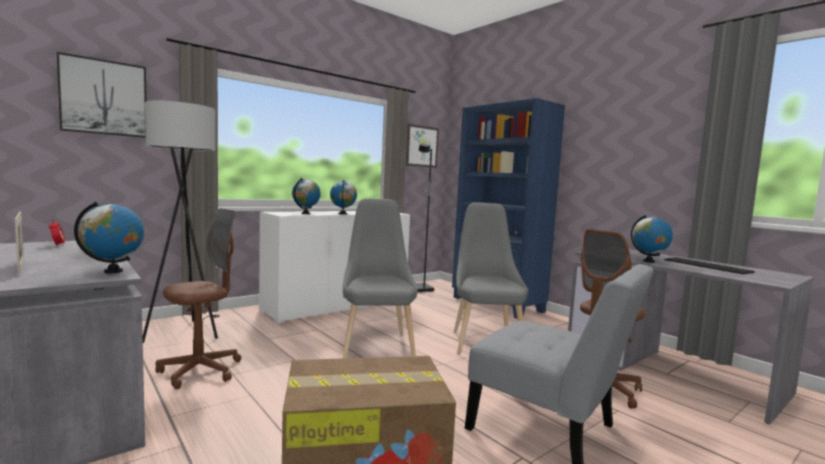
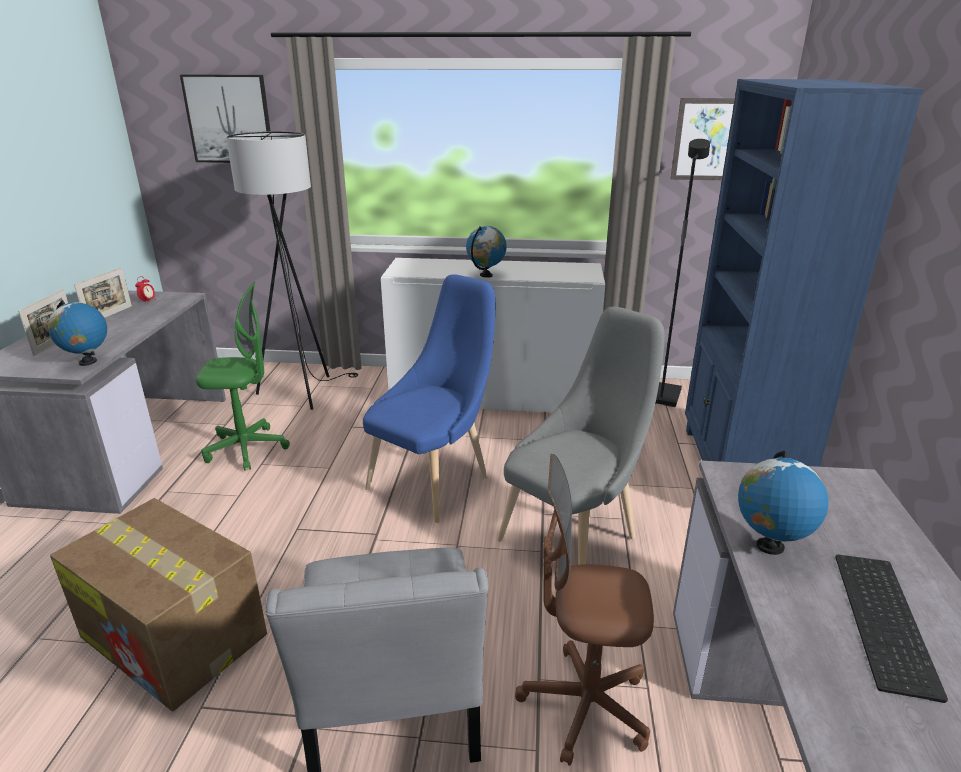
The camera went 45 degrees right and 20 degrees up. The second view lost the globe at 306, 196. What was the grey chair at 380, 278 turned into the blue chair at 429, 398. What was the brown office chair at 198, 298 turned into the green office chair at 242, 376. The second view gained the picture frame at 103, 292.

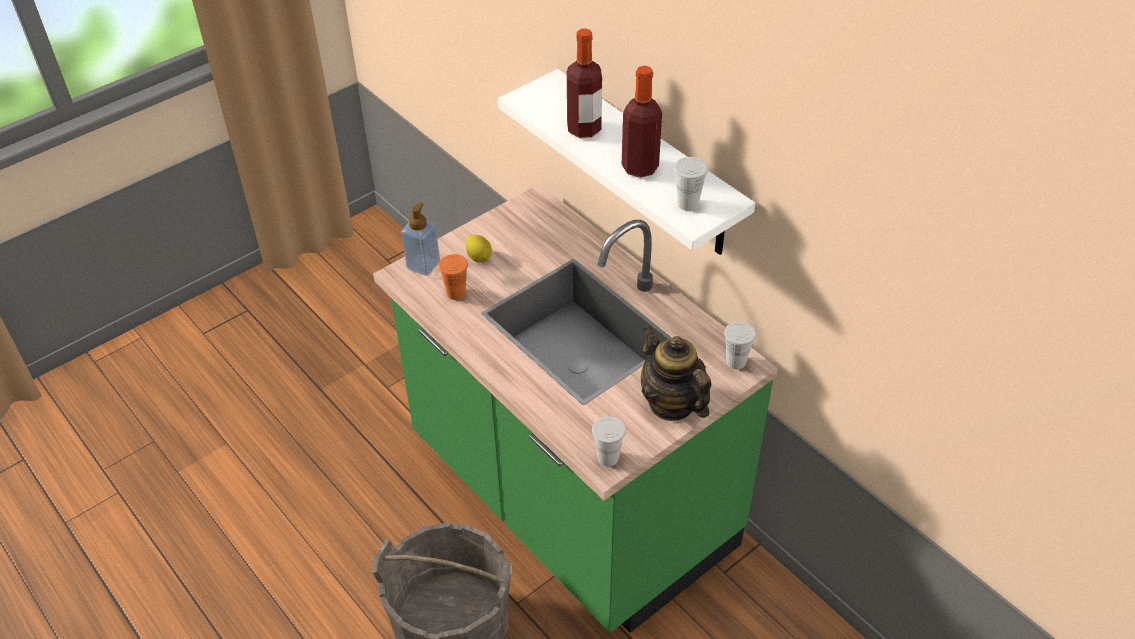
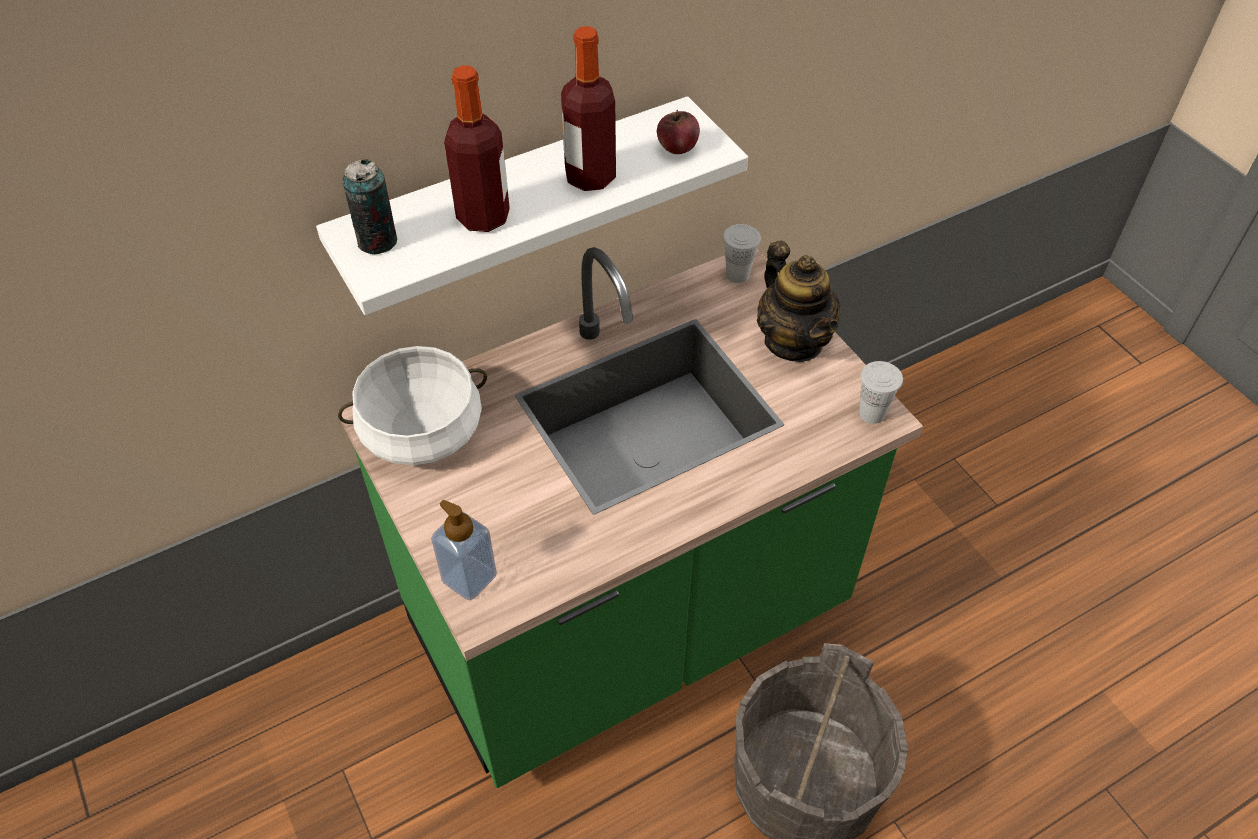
The camera went 80 degrees left and 5 degrees up. Where the white cup stood at 691, 184, the apple came to stand at 678, 132. The second view lost the lemon at 479, 248. The second view lost the orange cup at 453, 277. The teapot at 676, 373 ended up facing another way, 90 degrees counterclockwise from before. The second view gained the can at 370, 206. The second view gained the white cooking pot at 412, 405.

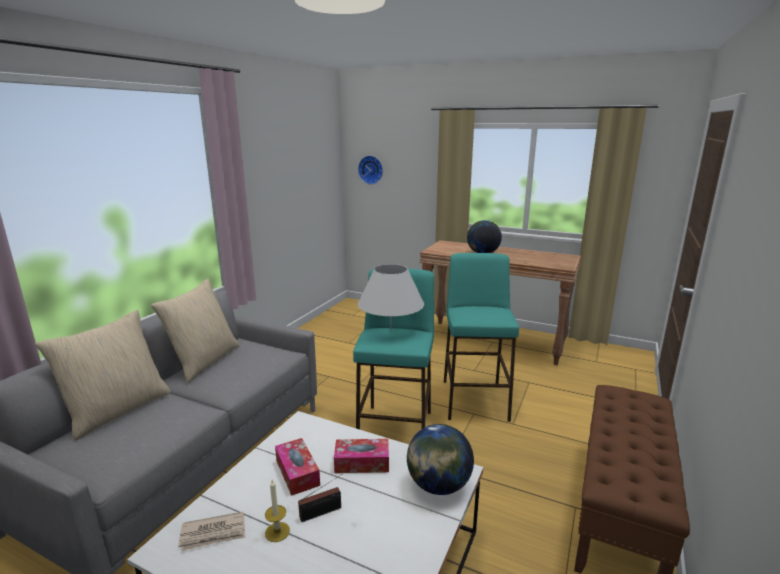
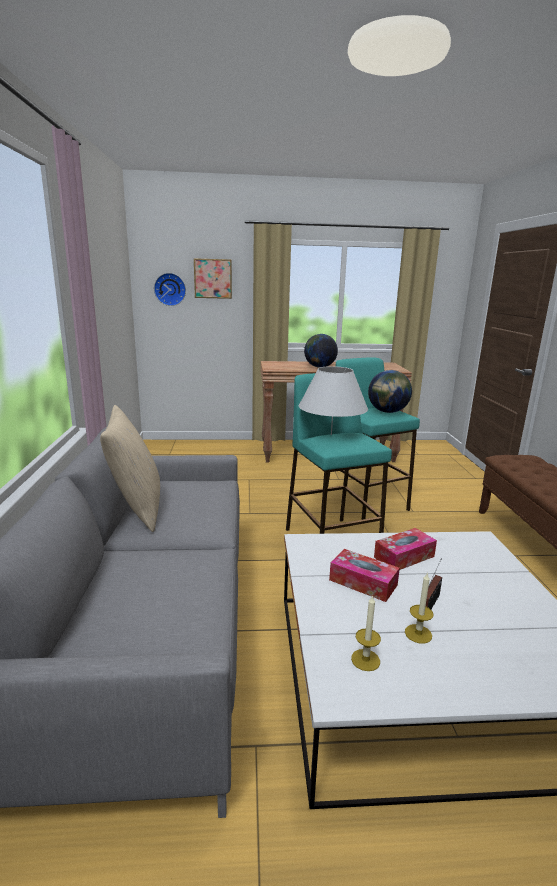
The camera went 30 degrees left and 0 degrees up. The second view lost the beige pillow at 103, 375. The globe ended up elsewhere, having gone from 440, 459 to 390, 391. Where the newspaper stood at 211, 531, the candle came to stand at 366, 633. The second view gained the picture at 213, 278.

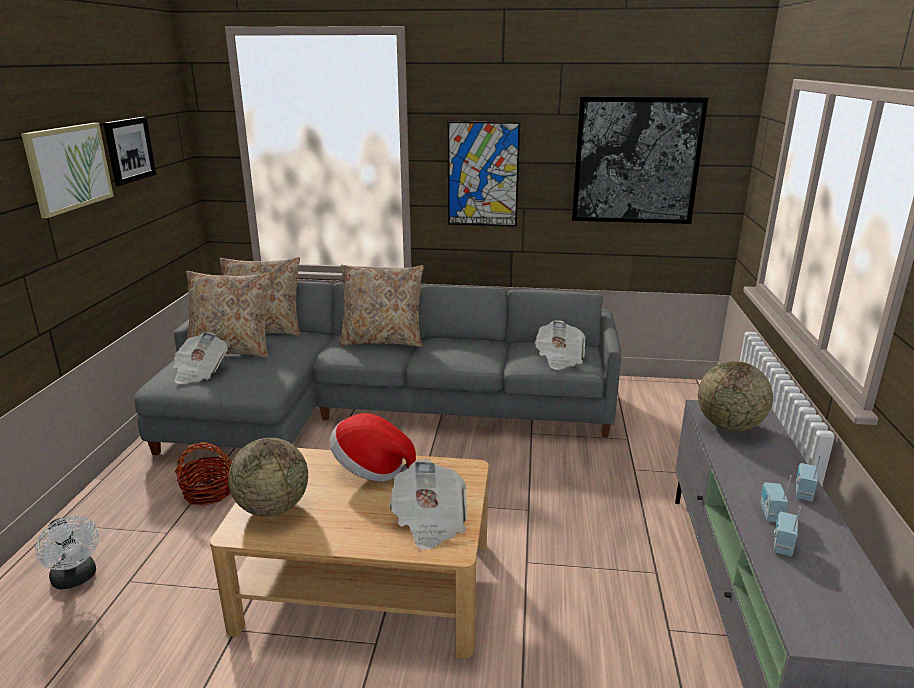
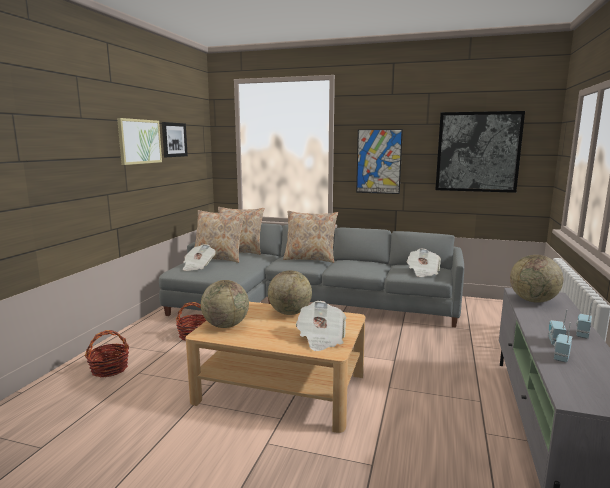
The camera went 10 degrees right and 10 degrees down. Where the hat stood at 373, 447, the globe came to stand at 290, 292. Where the white fan stood at 67, 552, the basket came to stand at 107, 353.

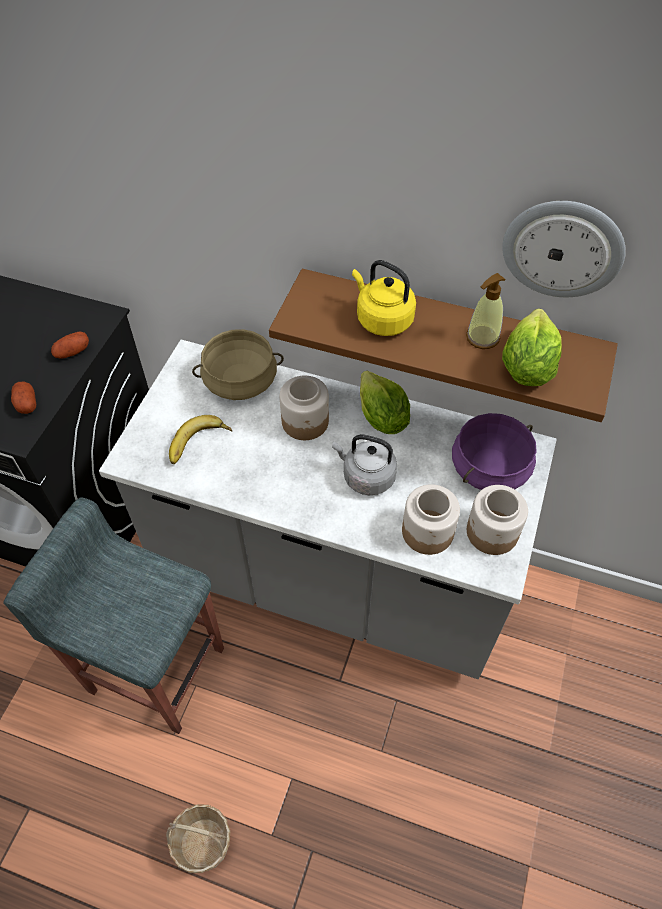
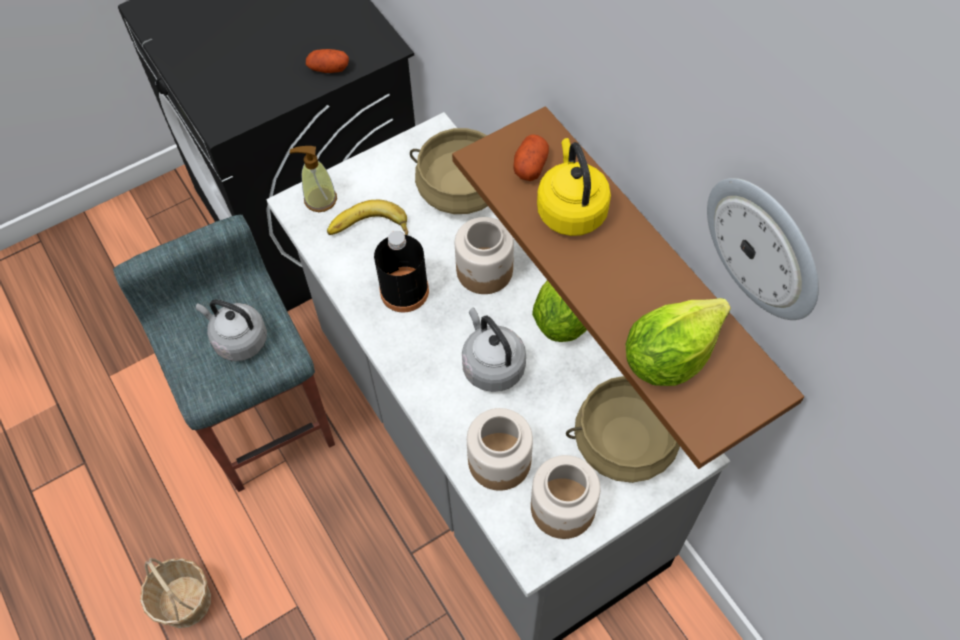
The camera went 40 degrees right and 5 degrees up. The soap dispenser ended up elsewhere, having gone from 486, 311 to 313, 179. The potato ended up elsewhere, having gone from 23, 398 to 531, 157. What was the purple cooking pot at 494, 451 turned into the beige cooking pot at 623, 429. The second view gained the black bottle at 401, 271. The second view gained the grey kettle at 231, 330.

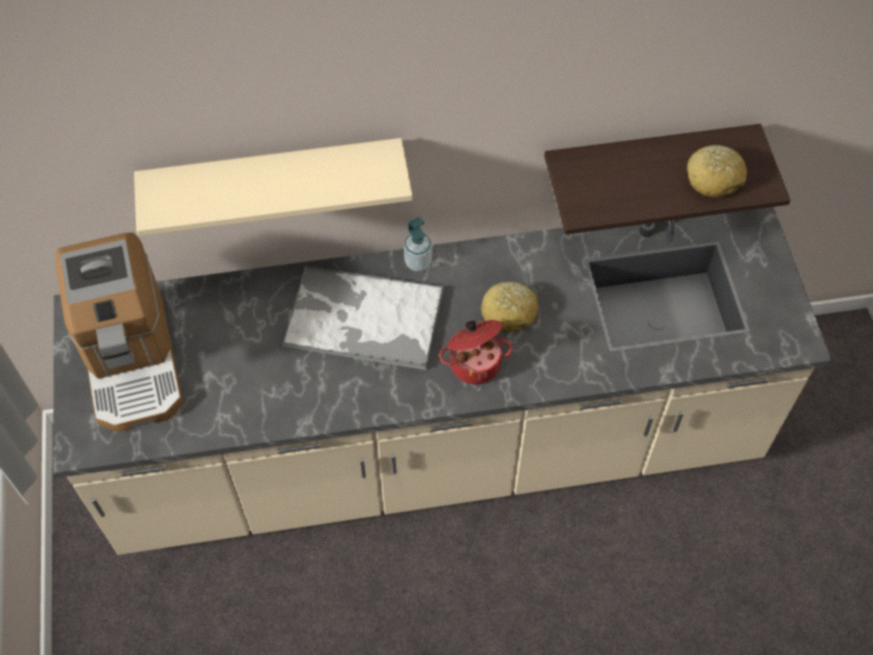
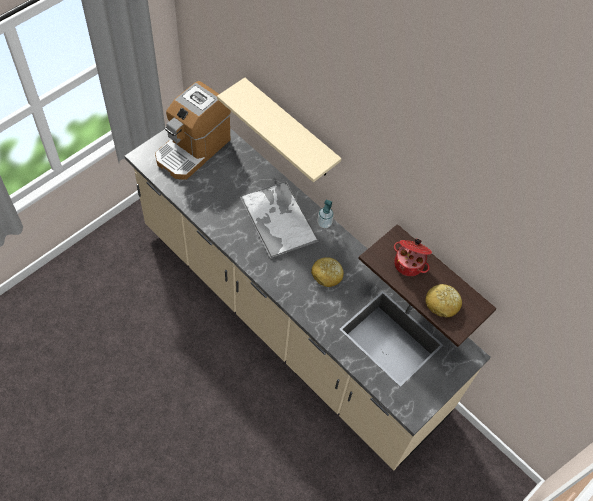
The camera went 50 degrees right and 0 degrees up. The cooking pot ended up elsewhere, having gone from 475, 352 to 413, 257.

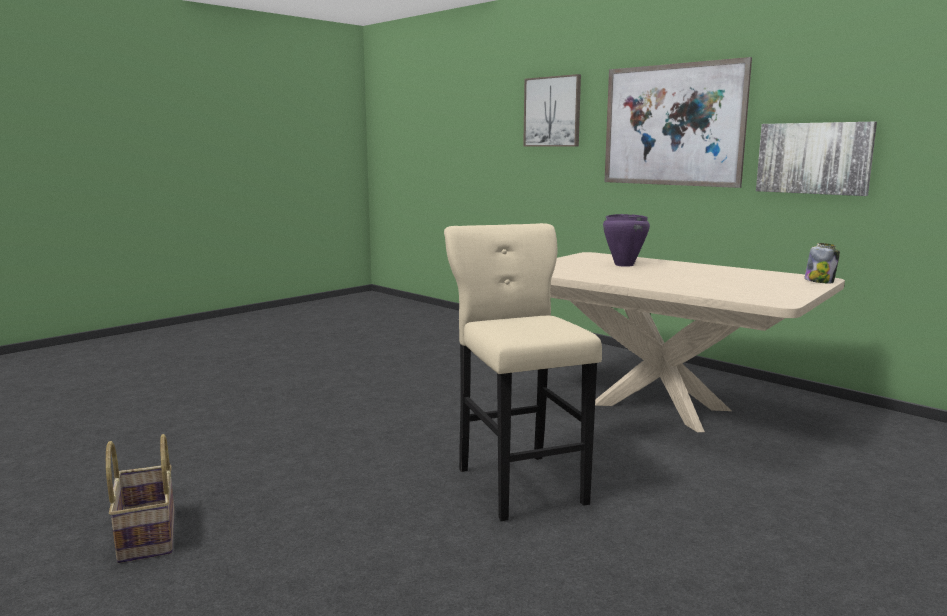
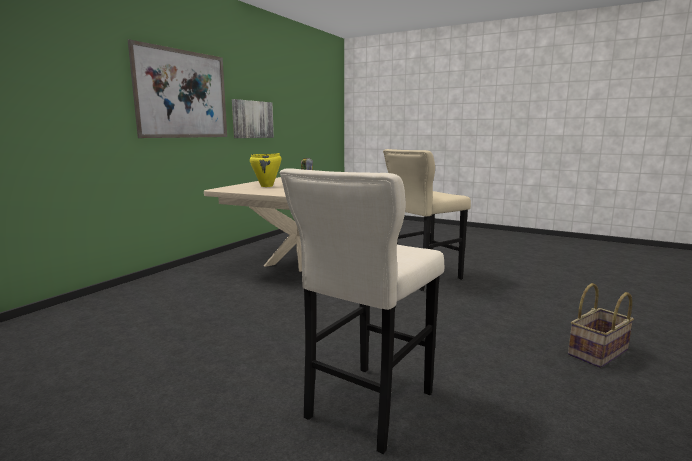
The camera went 105 degrees left and 0 degrees up. The second view lost the picture at 552, 110. What was the purple cooking pot at 626, 240 turned into the yellow cooking pot at 265, 170. The second view gained the beige stool at 361, 311.

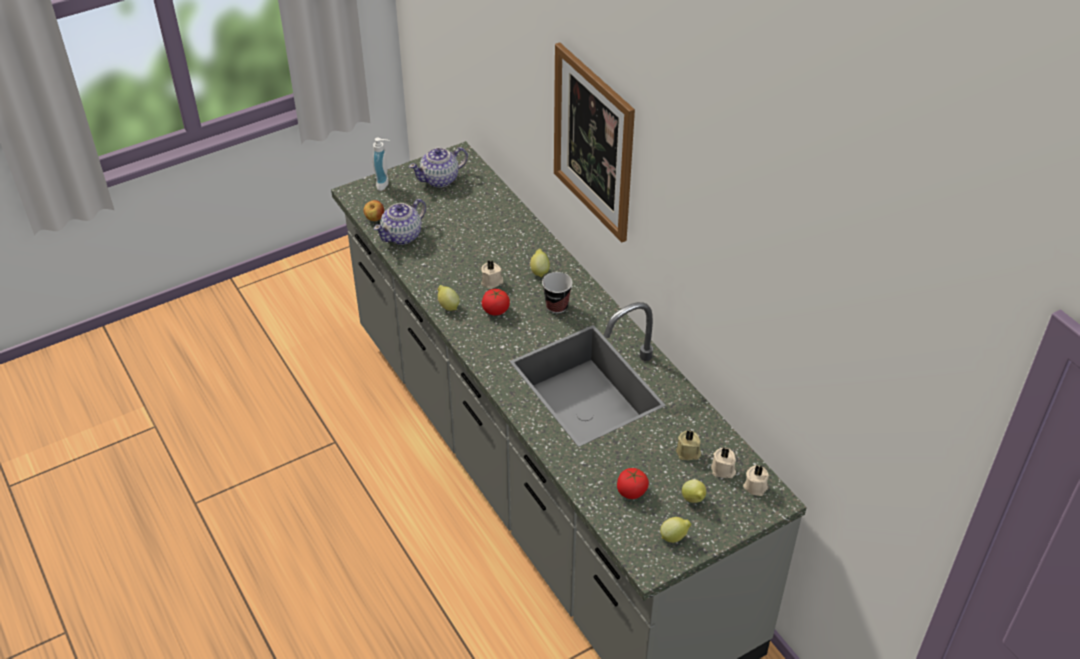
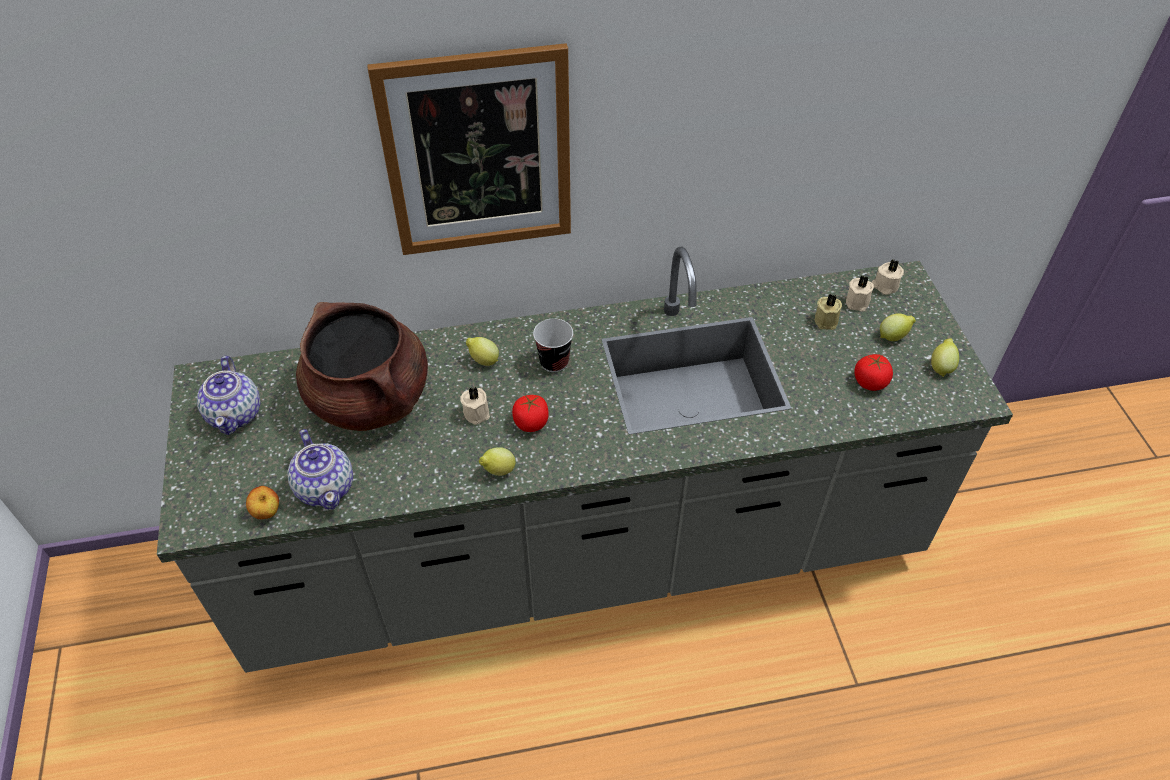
The camera went 70 degrees left and 5 degrees up. The second view lost the soap dispenser at 381, 164. The second view gained the brown cooking pot at 362, 366.

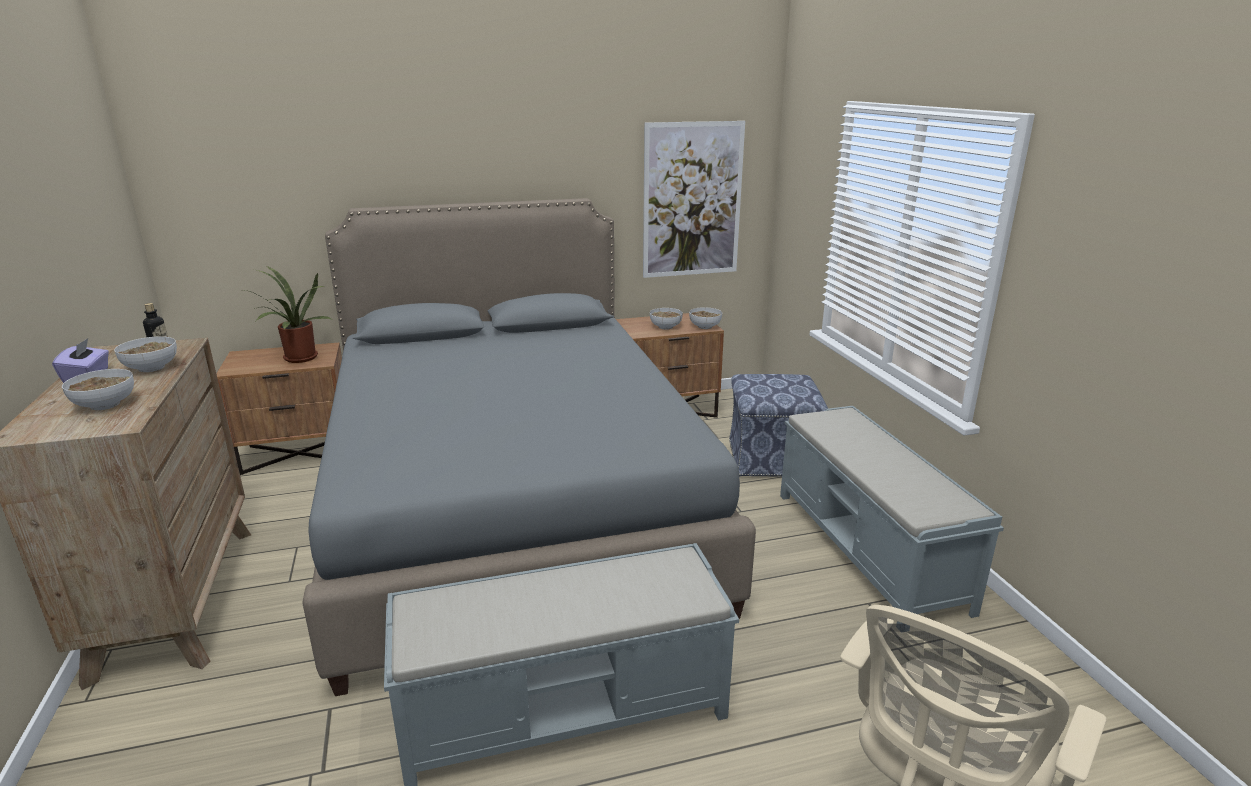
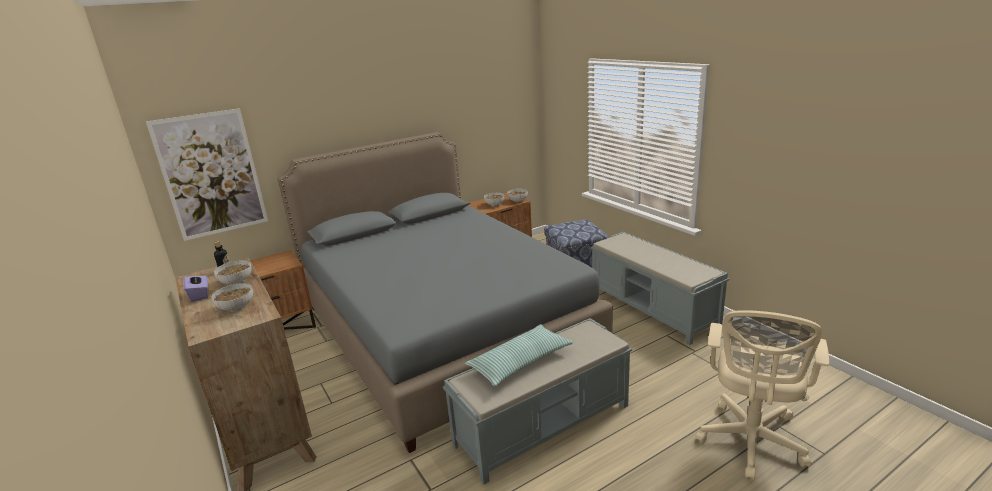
The camera went 15 degrees left and 0 degrees up. The picture ended up elsewhere, having gone from 694, 199 to 207, 174. The second view lost the potted plant at 288, 314. The second view gained the pillow at 519, 355.

